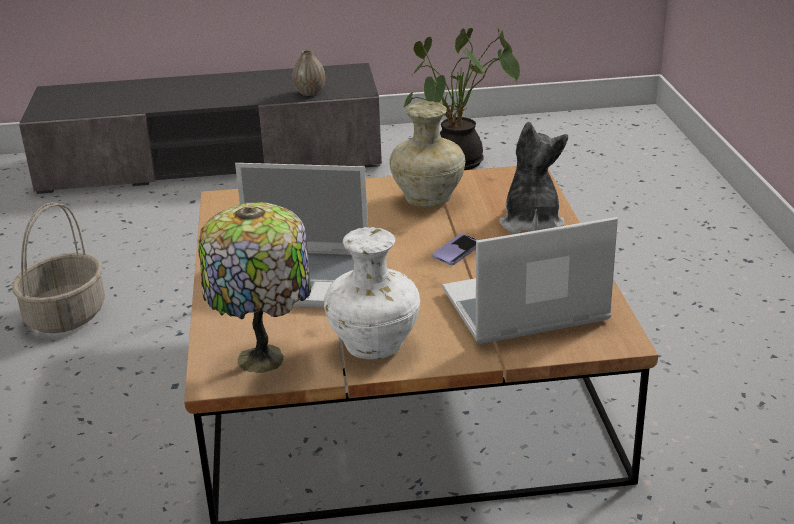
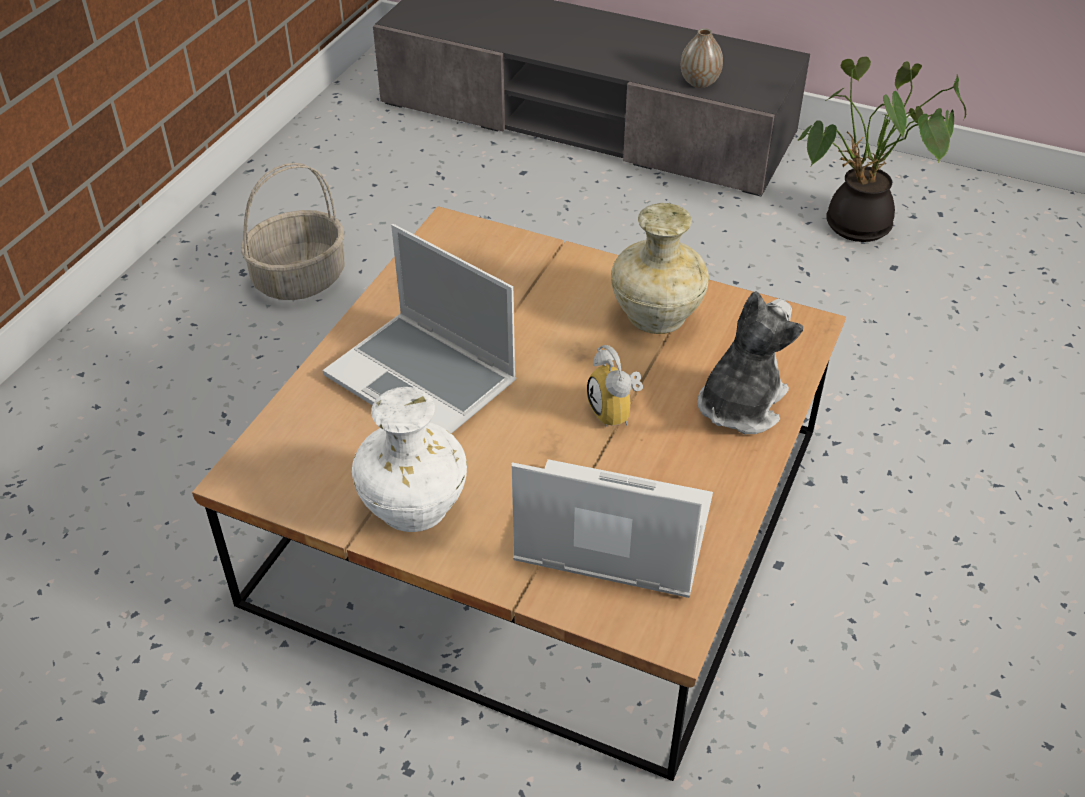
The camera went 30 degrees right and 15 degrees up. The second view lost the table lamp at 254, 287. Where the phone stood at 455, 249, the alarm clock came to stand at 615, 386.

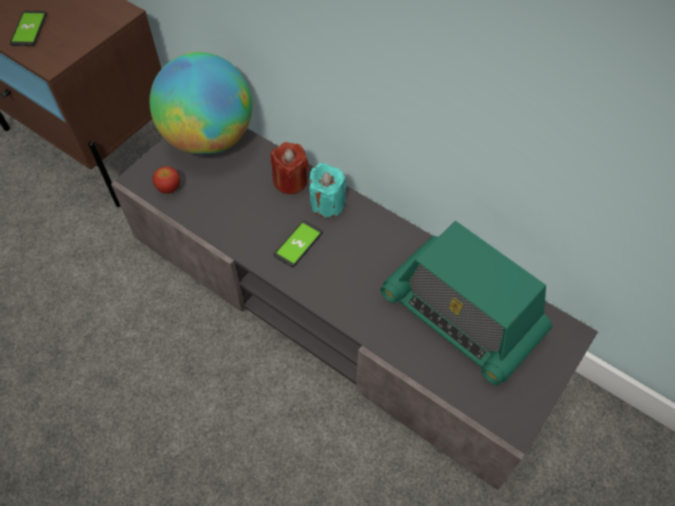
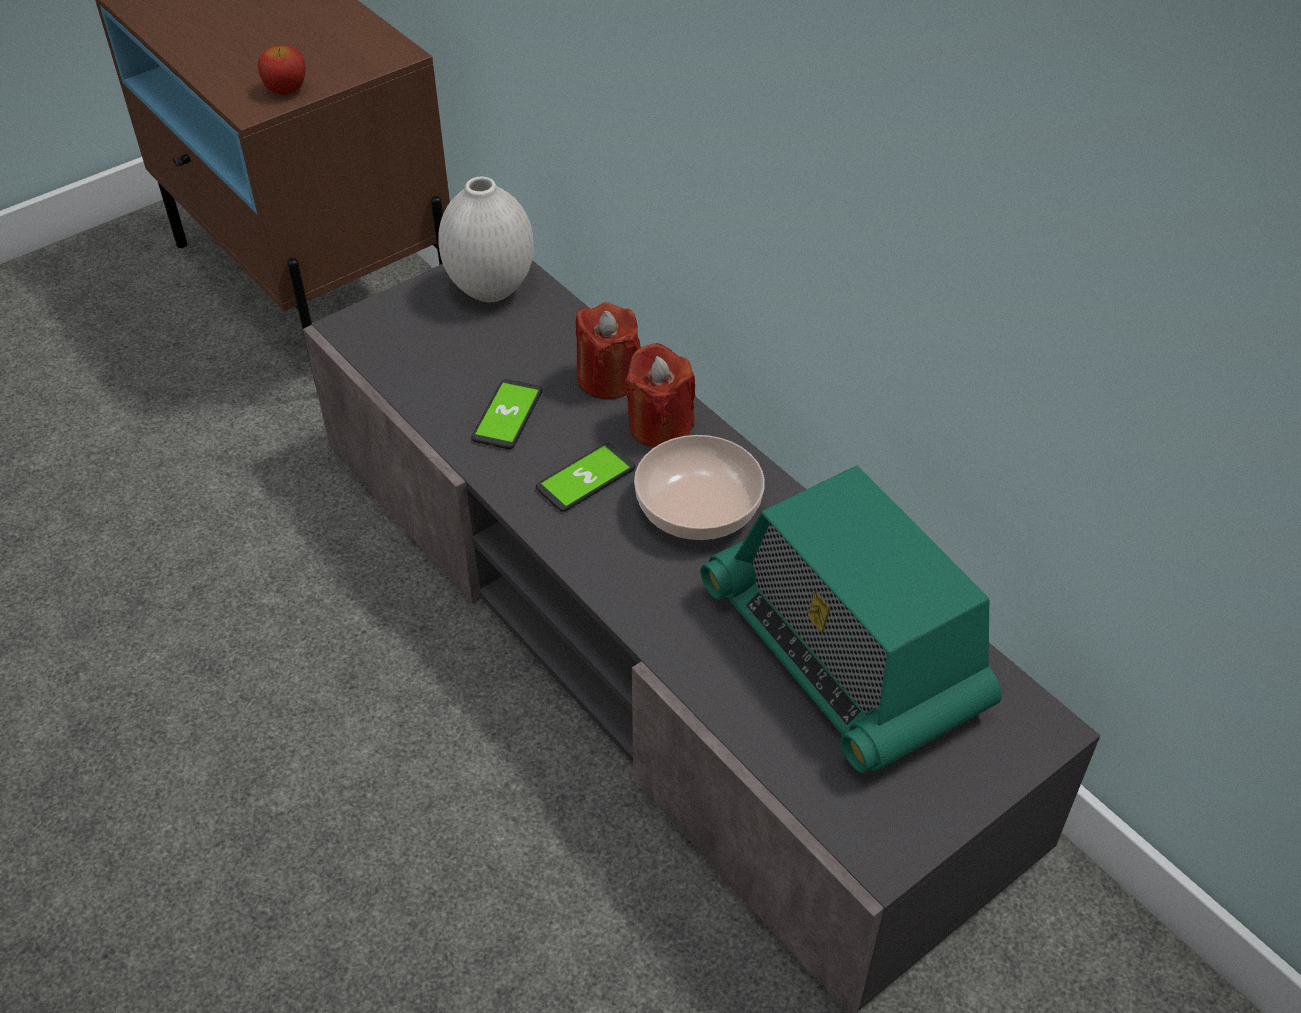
The camera went 15 degrees right and 10 degrees down. The phone ended up elsewhere, having gone from 28, 28 to 506, 414. Where the globe stood at 201, 103, the white vase came to stand at 486, 239. What was the turquoise candle at 327, 190 turned into the red candle at 660, 395. The apple ended up elsewhere, having gone from 166, 180 to 281, 70. The second view gained the bowl at 699, 487.

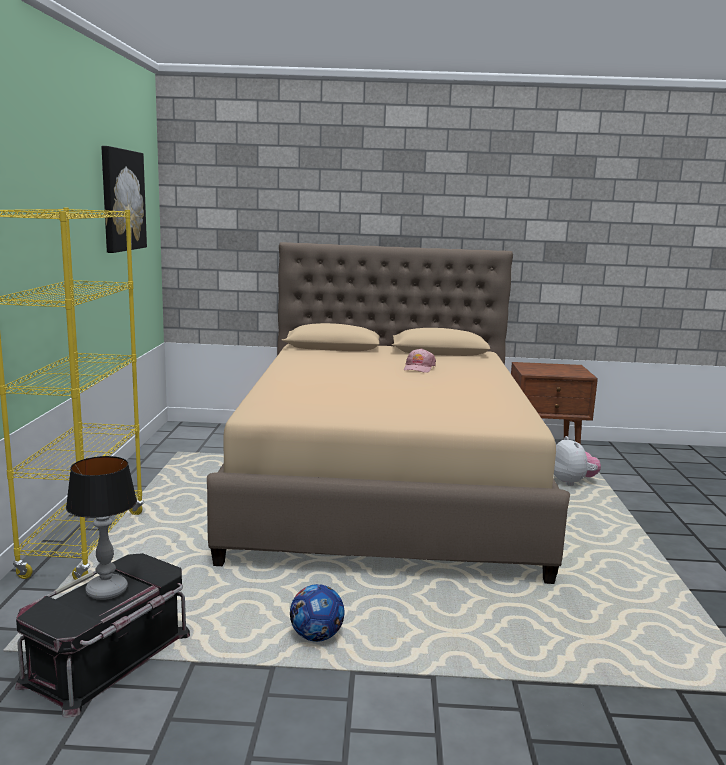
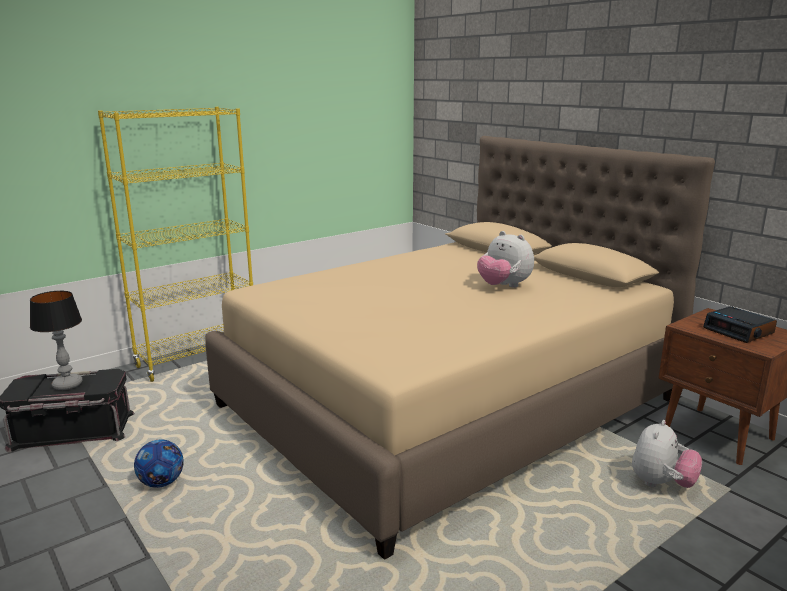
The camera went 50 degrees right and 5 degrees up. The second view lost the picture at 124, 199. Where the pink cap stood at 420, 360, the plush toy came to stand at 505, 259. The second view gained the alarm clock at 740, 324.

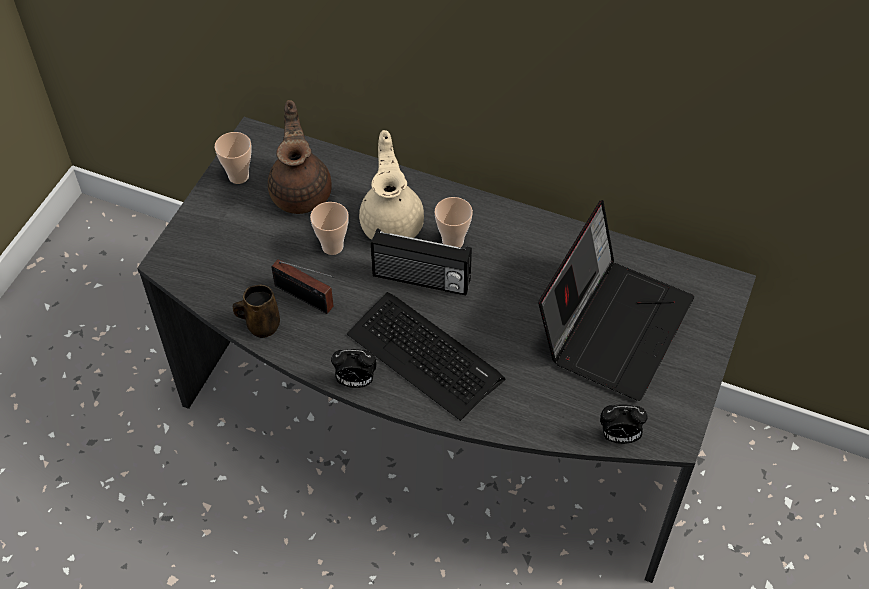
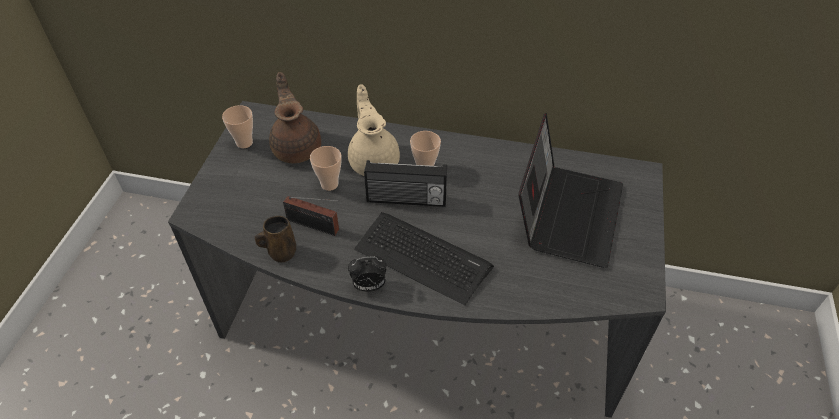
The camera went 10 degrees left and 5 degrees down. The second view lost the alarm clock at 623, 424.

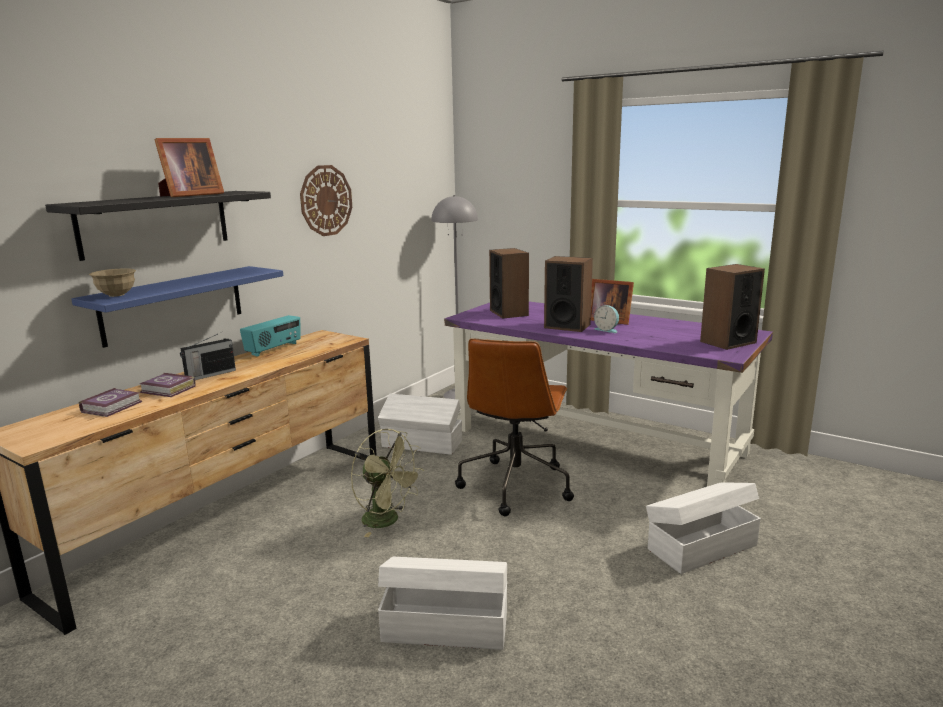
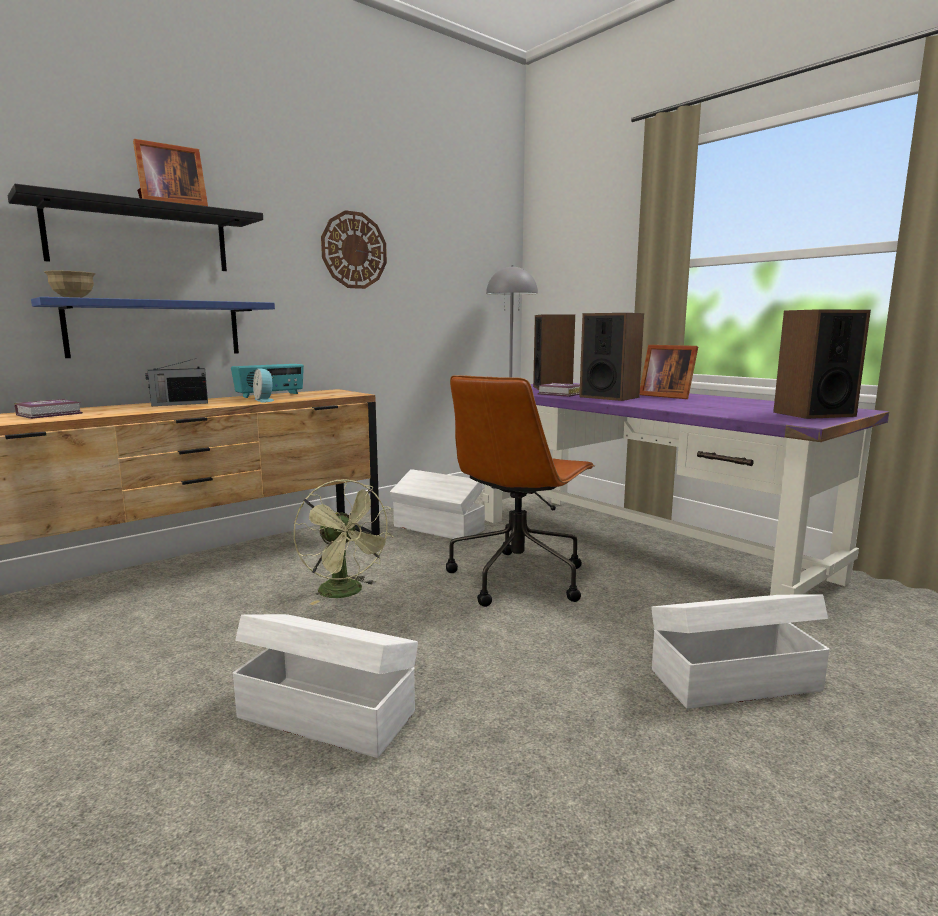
The camera went 15 degrees right and 5 degrees down. The alarm clock ended up elsewhere, having gone from 606, 319 to 264, 385. The book ended up elsewhere, having gone from 167, 385 to 558, 390.

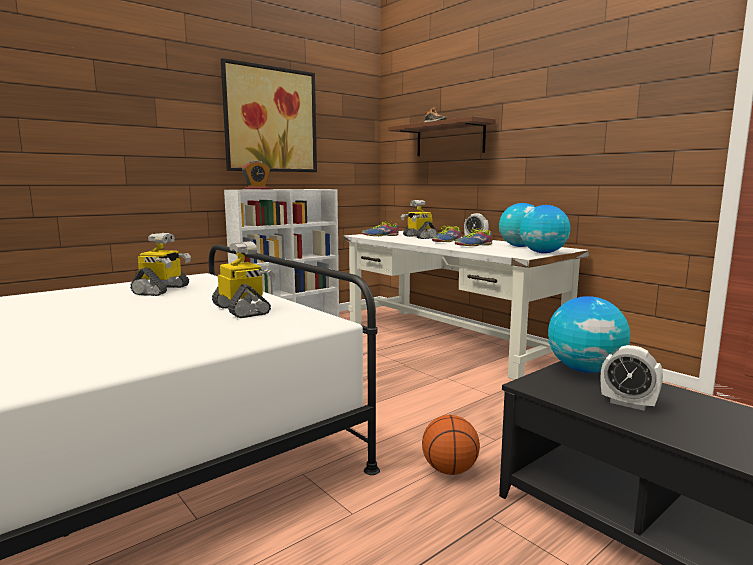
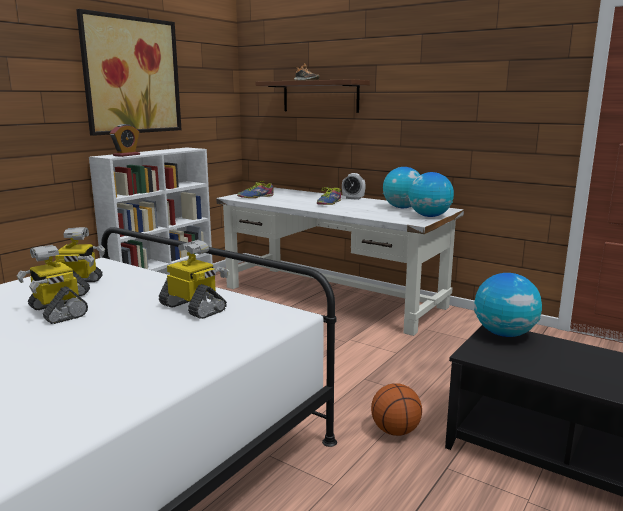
The camera went 15 degrees left and 5 degrees up. The toy robot ended up elsewhere, having gone from 419, 219 to 52, 284. The second view lost the shoe at 473, 237. The second view lost the alarm clock at 632, 378.

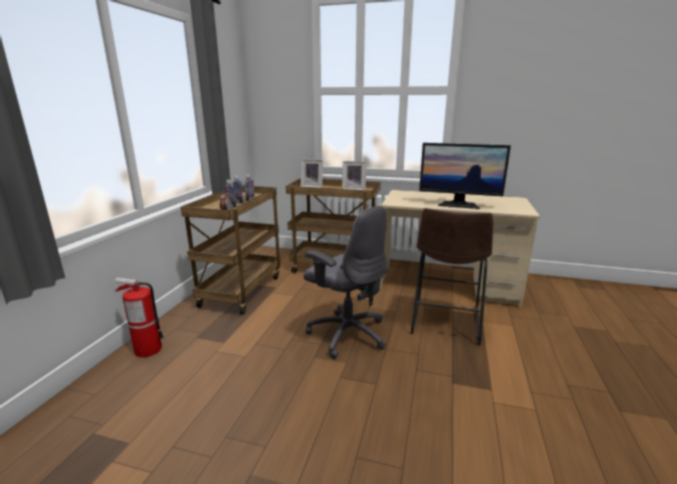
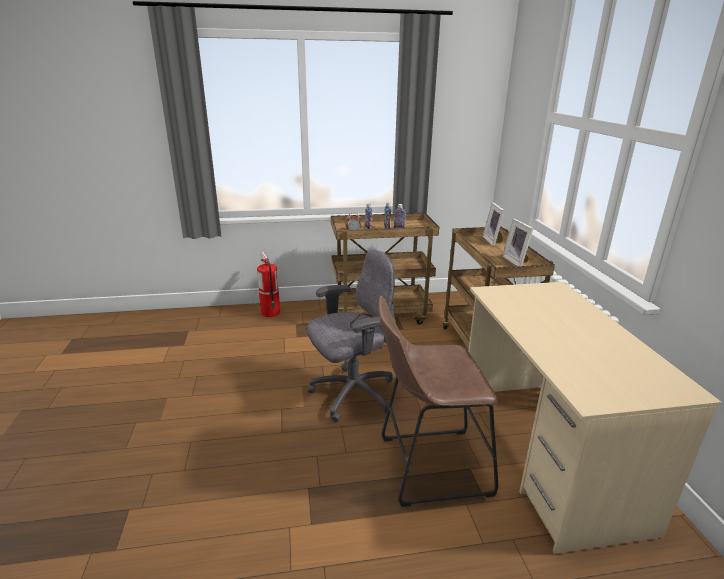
The camera went 65 degrees right and 5 degrees up. The second view lost the monitor at 465, 176. The grey office chair at 346, 282 ended up facing another way, 135 degrees counterclockwise from before.

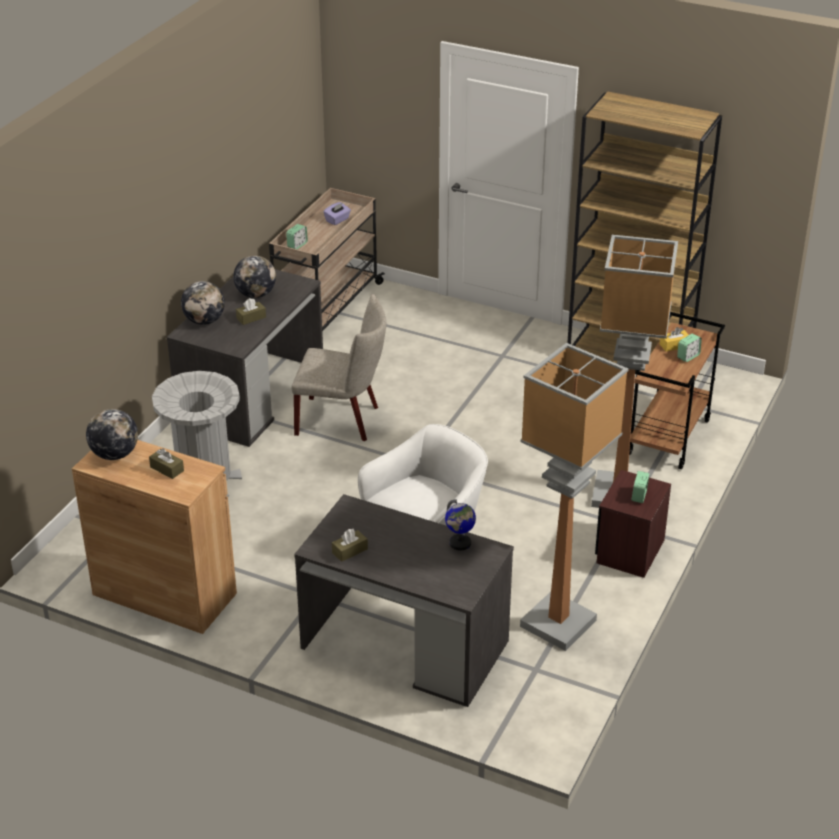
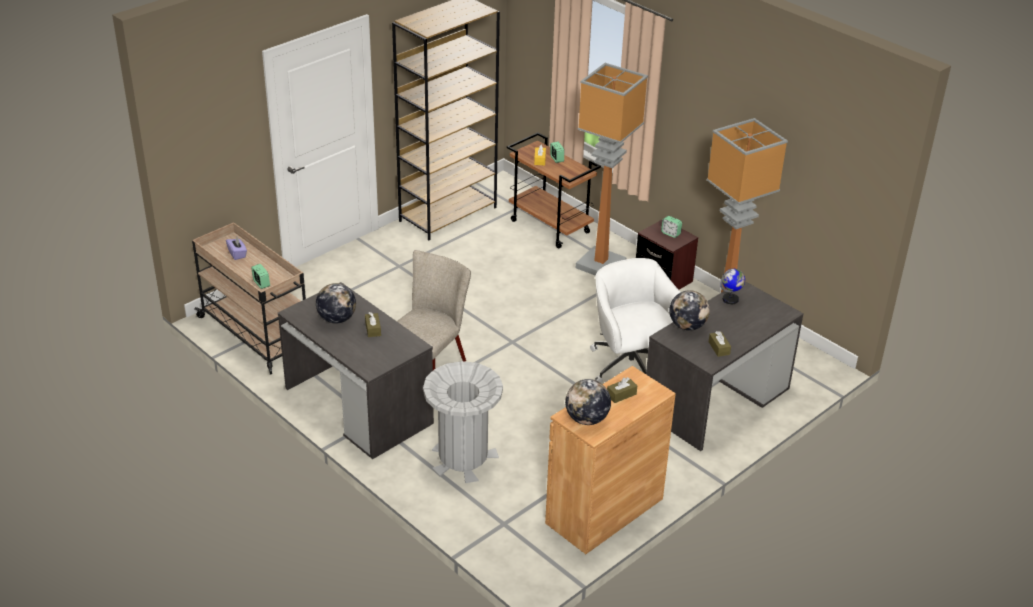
The camera went 70 degrees left and 0 degrees up. The globe ended up elsewhere, having gone from 203, 303 to 689, 310.

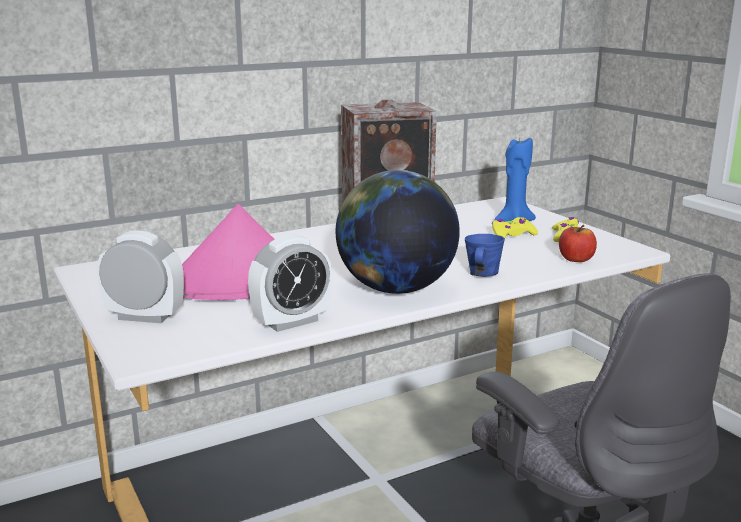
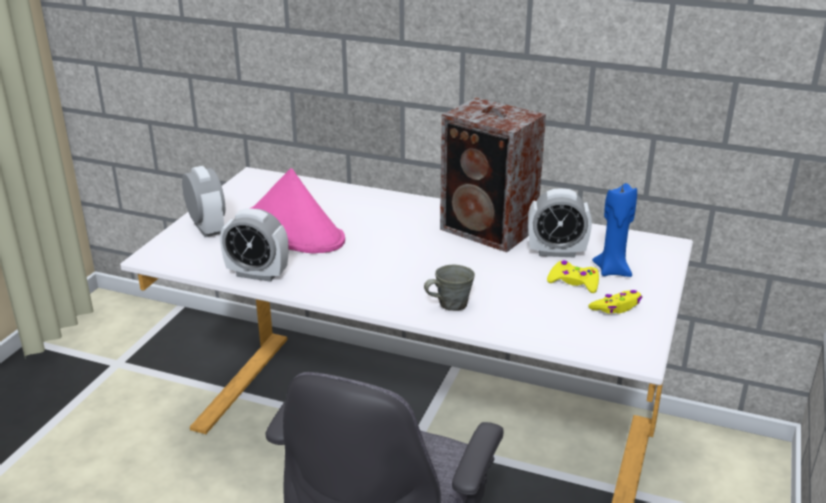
The camera went 50 degrees right and 10 degrees up. The second view lost the globe at 398, 232. The second view lost the apple at 578, 243. What was the blue mug at 485, 255 turned into the grey mug at 449, 288. The second view gained the alarm clock at 560, 223.

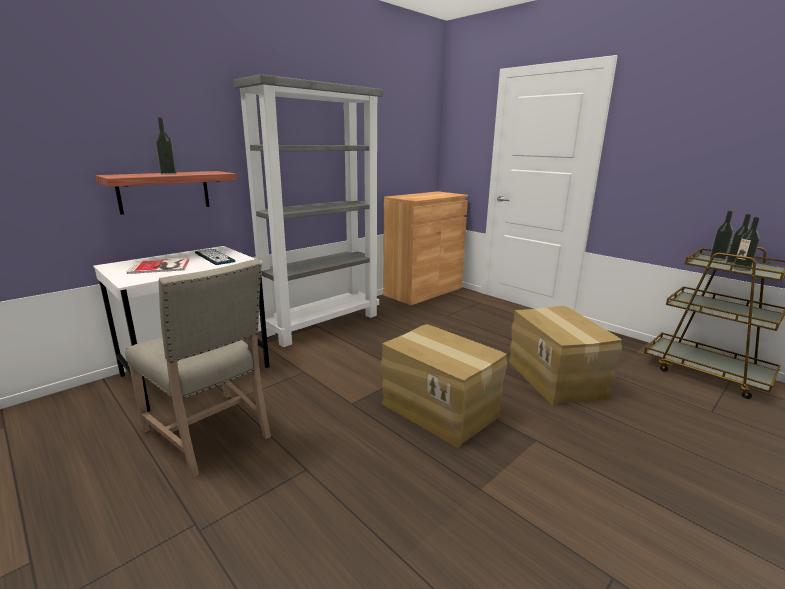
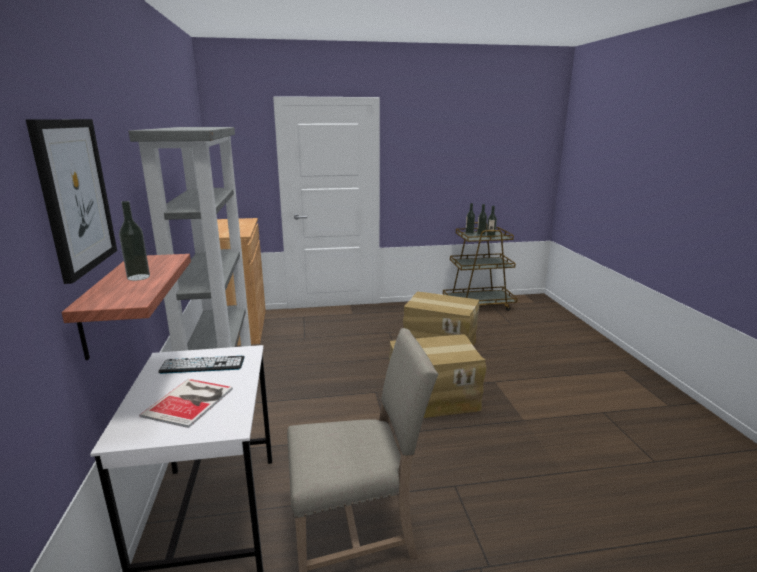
The camera went 55 degrees left and 0 degrees up. The second view gained the picture at 71, 201.

